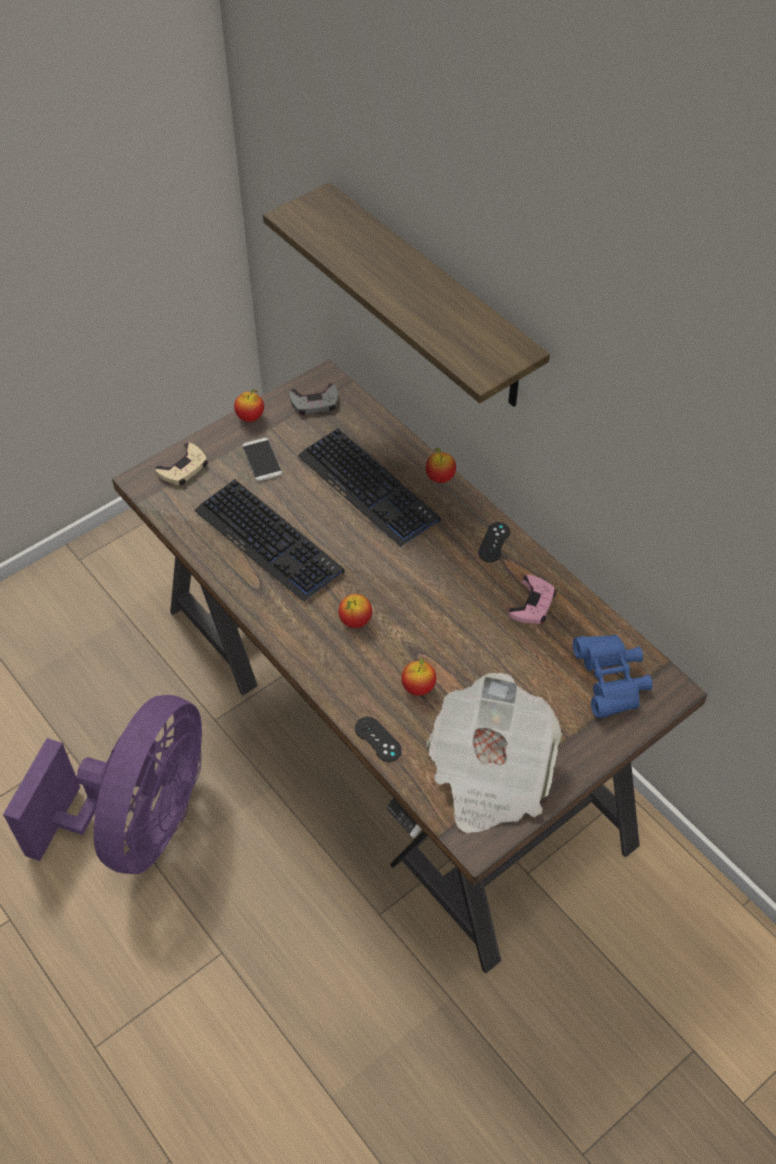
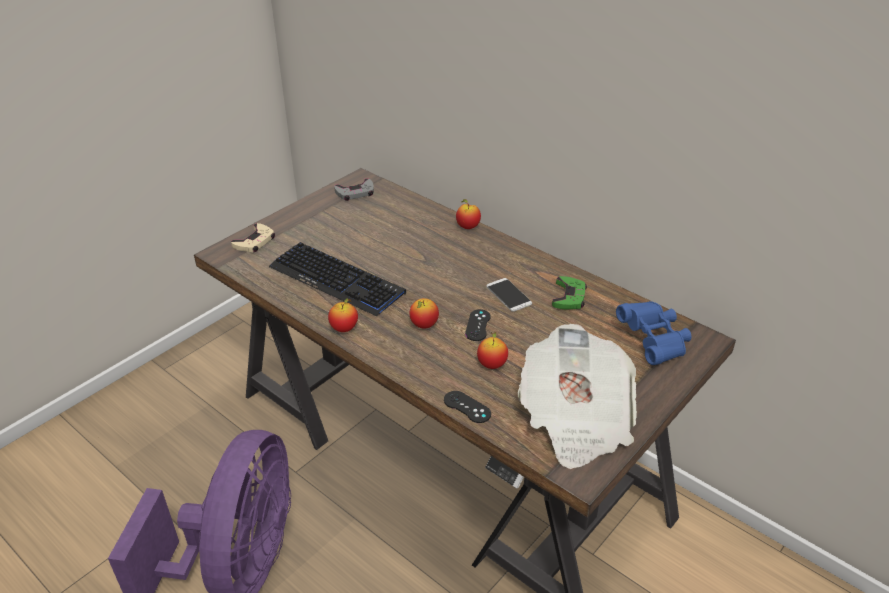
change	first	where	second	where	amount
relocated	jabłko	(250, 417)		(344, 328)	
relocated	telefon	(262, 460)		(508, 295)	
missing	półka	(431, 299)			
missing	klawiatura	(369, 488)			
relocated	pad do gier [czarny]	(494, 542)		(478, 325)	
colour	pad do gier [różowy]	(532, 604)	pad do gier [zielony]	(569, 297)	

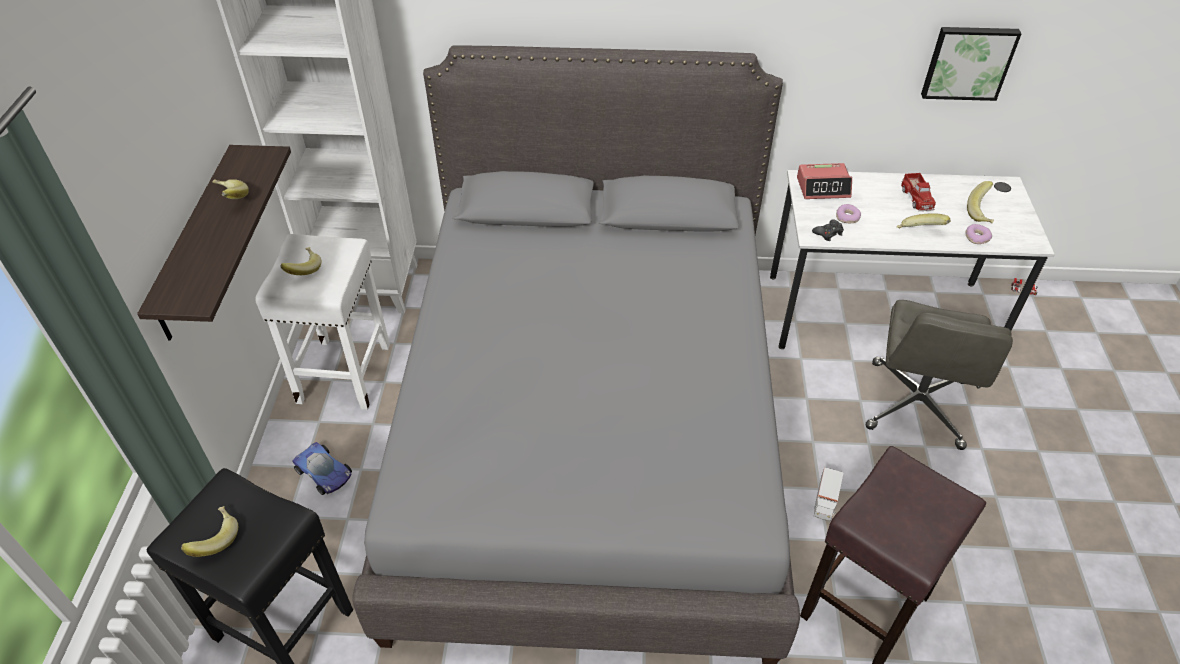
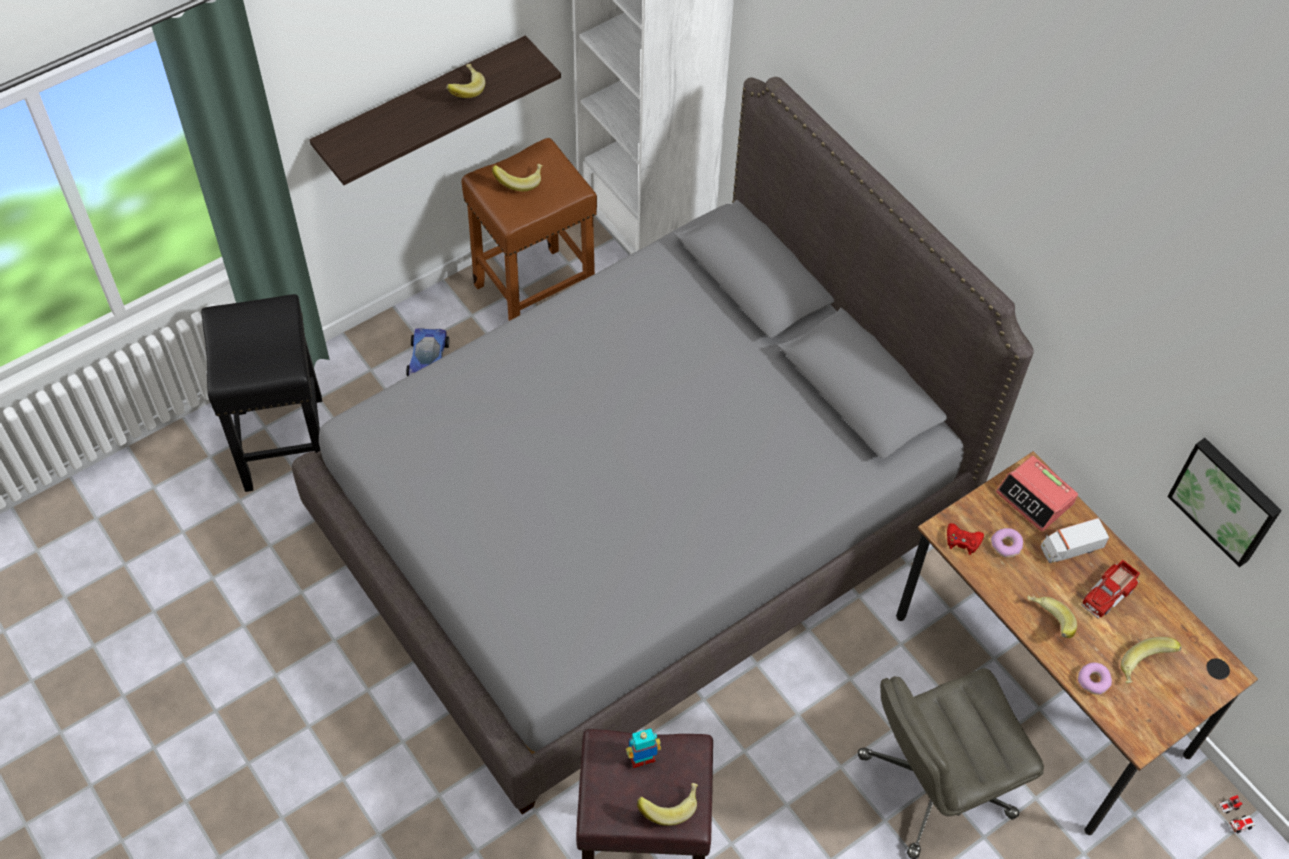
change	first	where	second	where	amount
relocated	banan	(214, 539)		(669, 805)	
colour	stołek [biały]	(344, 372)	stołek [brązowy]	(536, 290)	
colour	biurko [biały]	(879, 314)	biurko [brązowy]	(1040, 684)	
colour	pad do gier [czarny]	(828, 233)	pad do gier [czerwony]	(962, 541)	
relocated	ciężarówka zabawkowa	(825, 500)		(1070, 548)	
appeared			robot zabawkowy	(642, 759)	

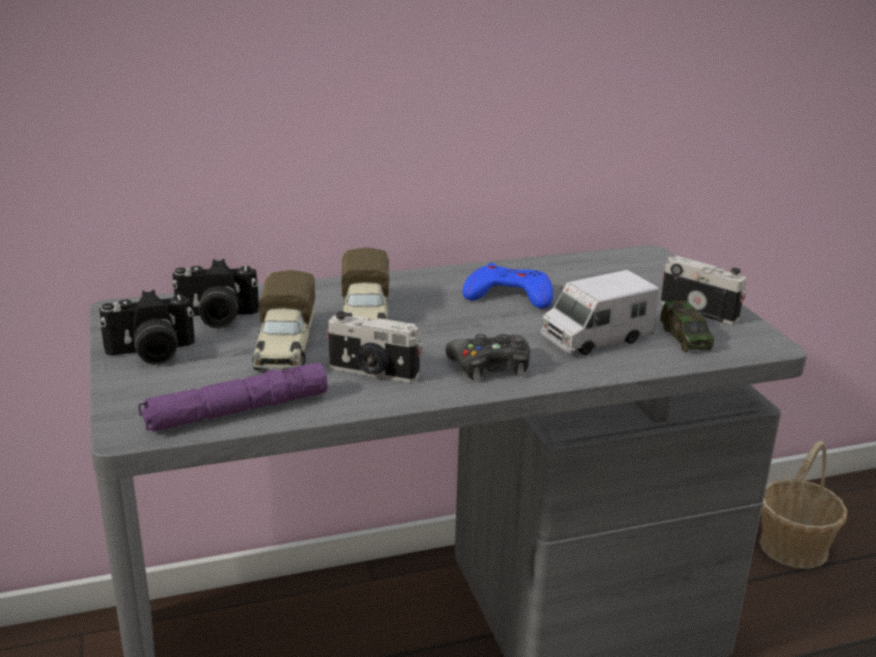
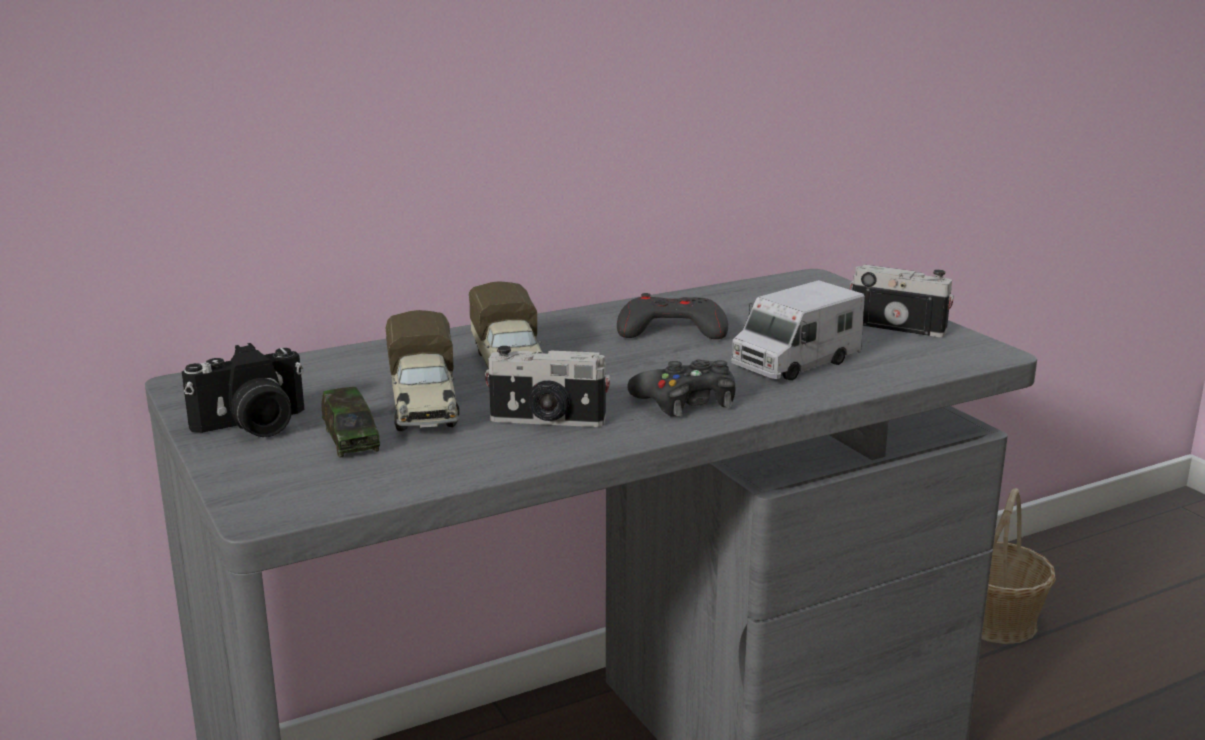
change	first	where	second	where	amount
missing	latarka [fioletowy]	(236, 411)			
missing	aparat fotograficzny	(216, 318)			
colour	pad do gier [niebieski]	(509, 295)	pad do gier [szary]	(671, 329)	
relocated	samochodzik	(685, 338)		(350, 438)	

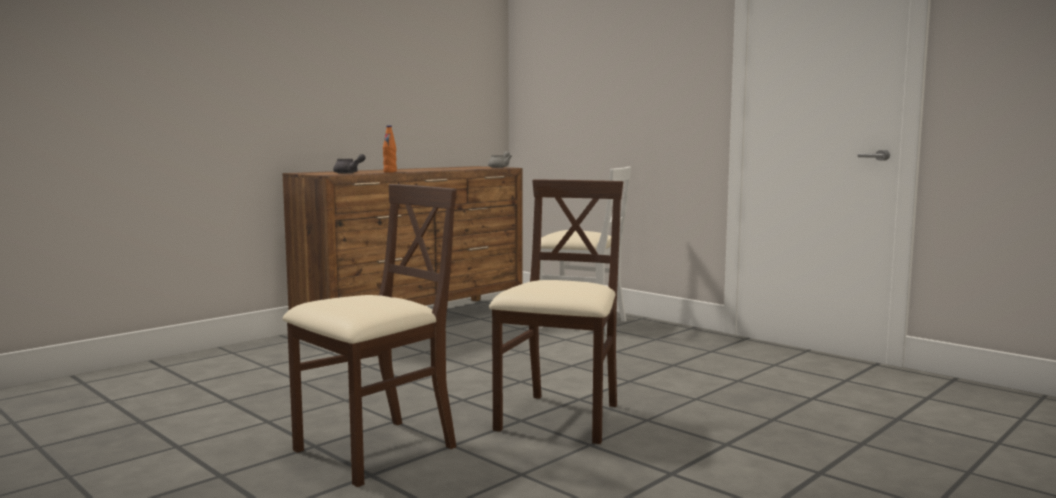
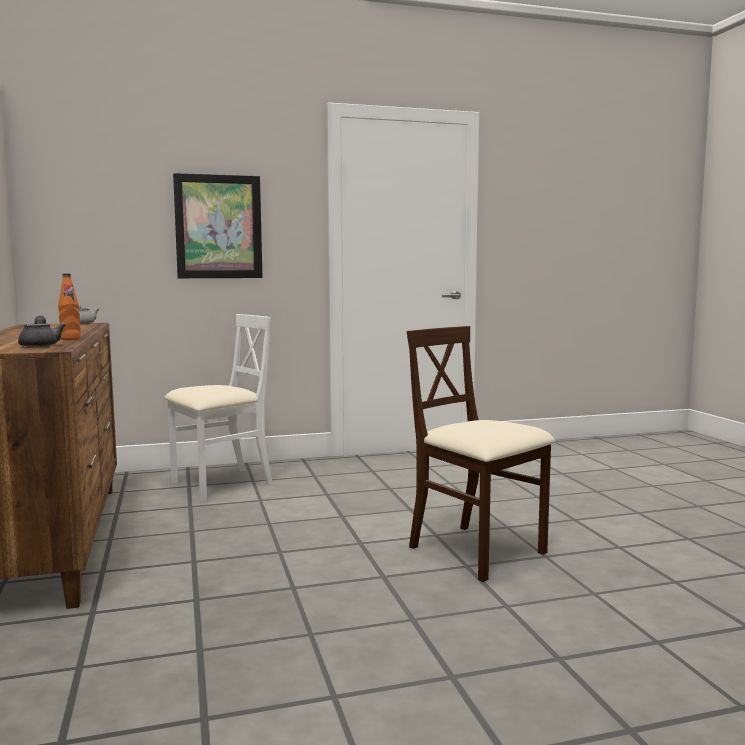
change	first	where	second	where	amount
missing	krzesło [beżowy]	(375, 450)			
appeared			obraz	(218, 227)	

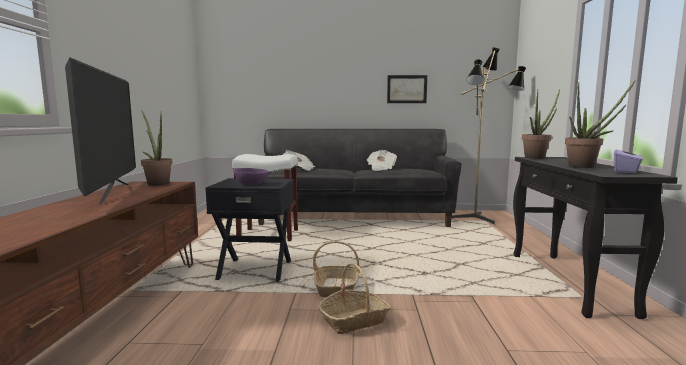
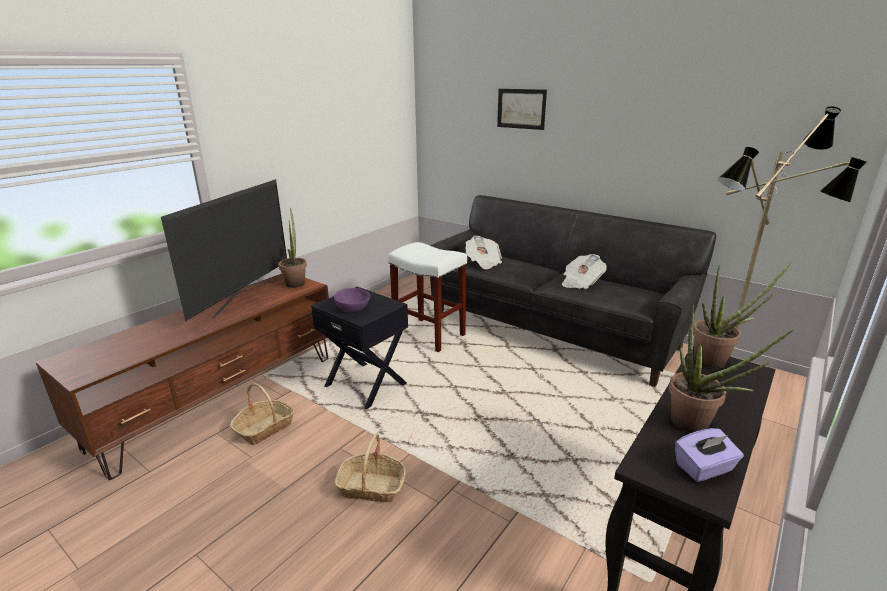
change	first	where	second	where	amount
relocated	koszyk	(337, 288)		(265, 428)	
relocated	obraz	(407, 89)		(521, 108)	

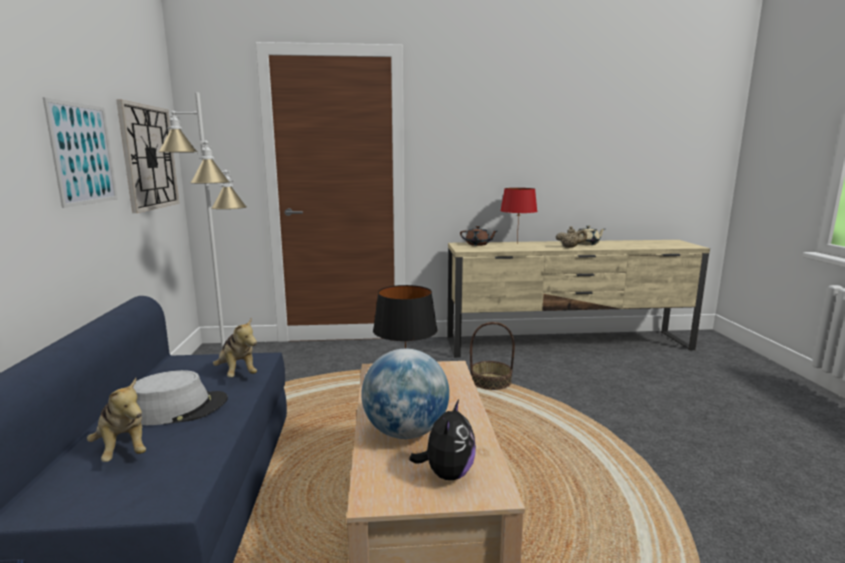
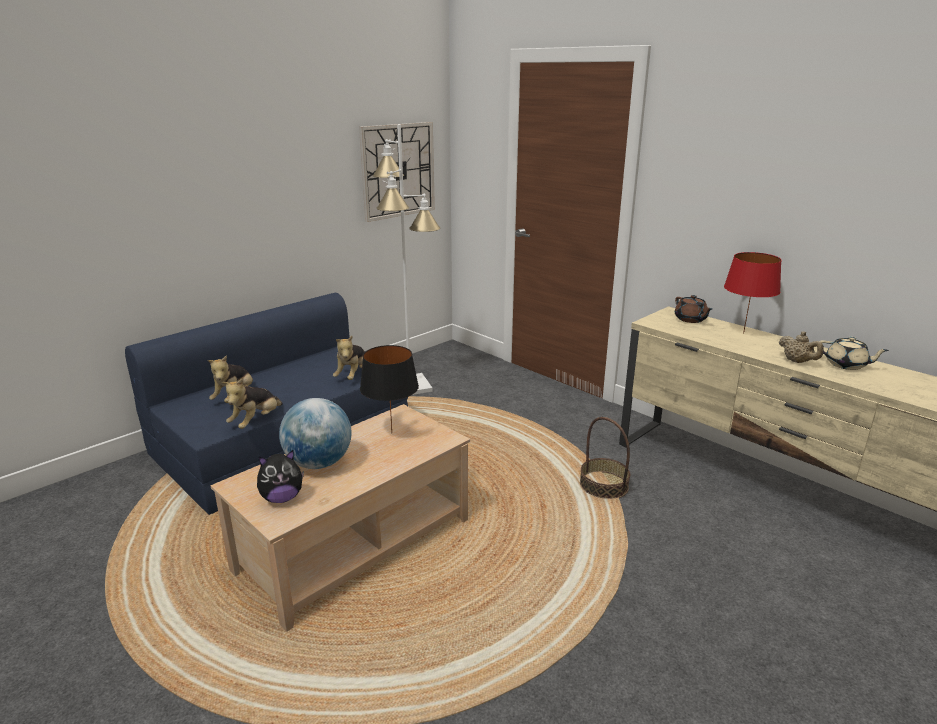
change	first	where	second	where	amount
missing	obraz	(83, 154)			
missing	kapelusz [szary]	(179, 408)			
appeared			pluszak	(256, 421)	

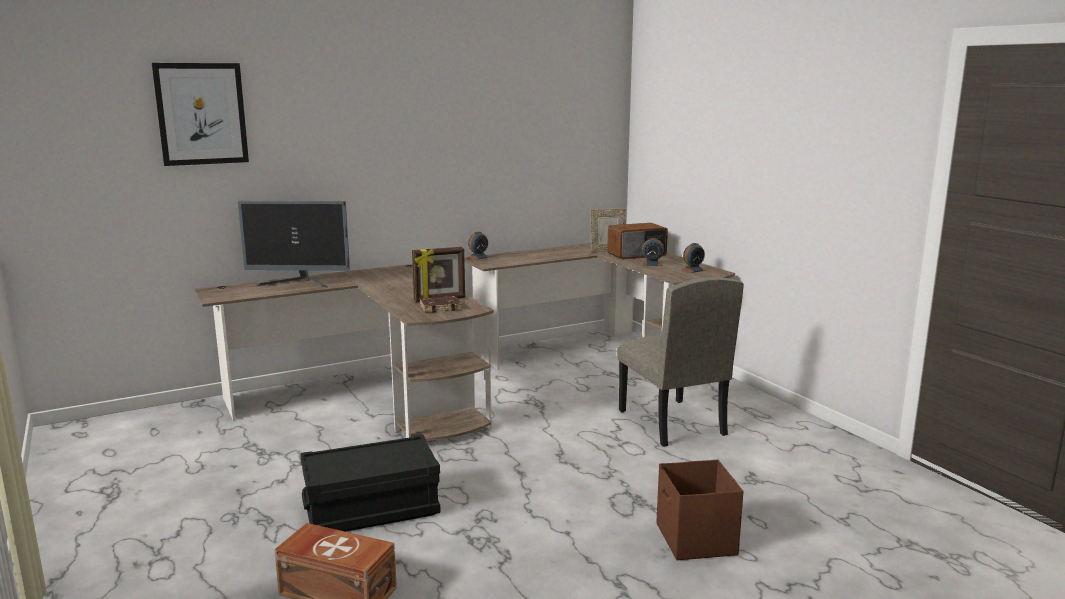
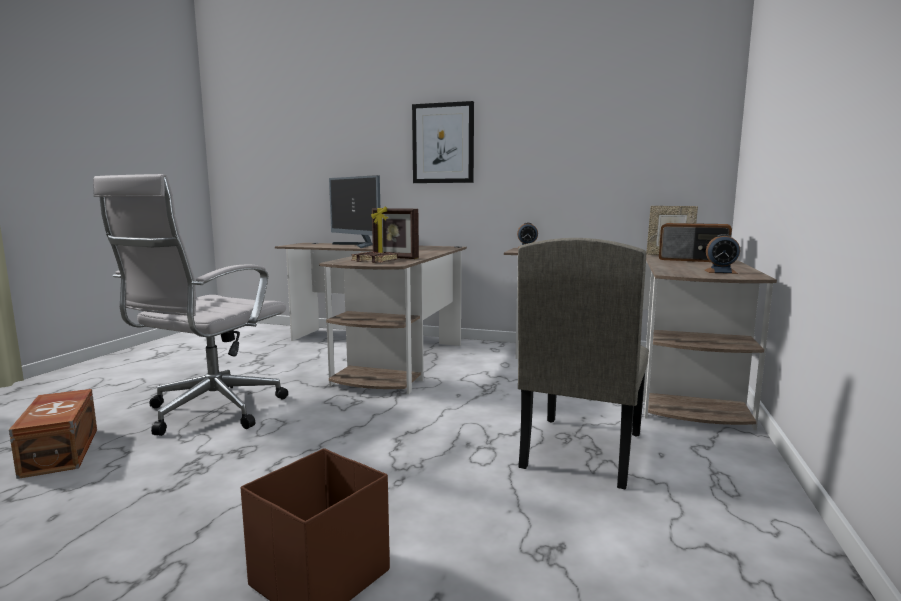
change	first	where	second	where	amount
relocated	obraz	(201, 114)		(443, 143)	
exchanged	pojemnik do przechowywania [czarny]	(371, 509)	krzesło biurowe [biały]	(210, 412)	
missing	budzik	(652, 264)			

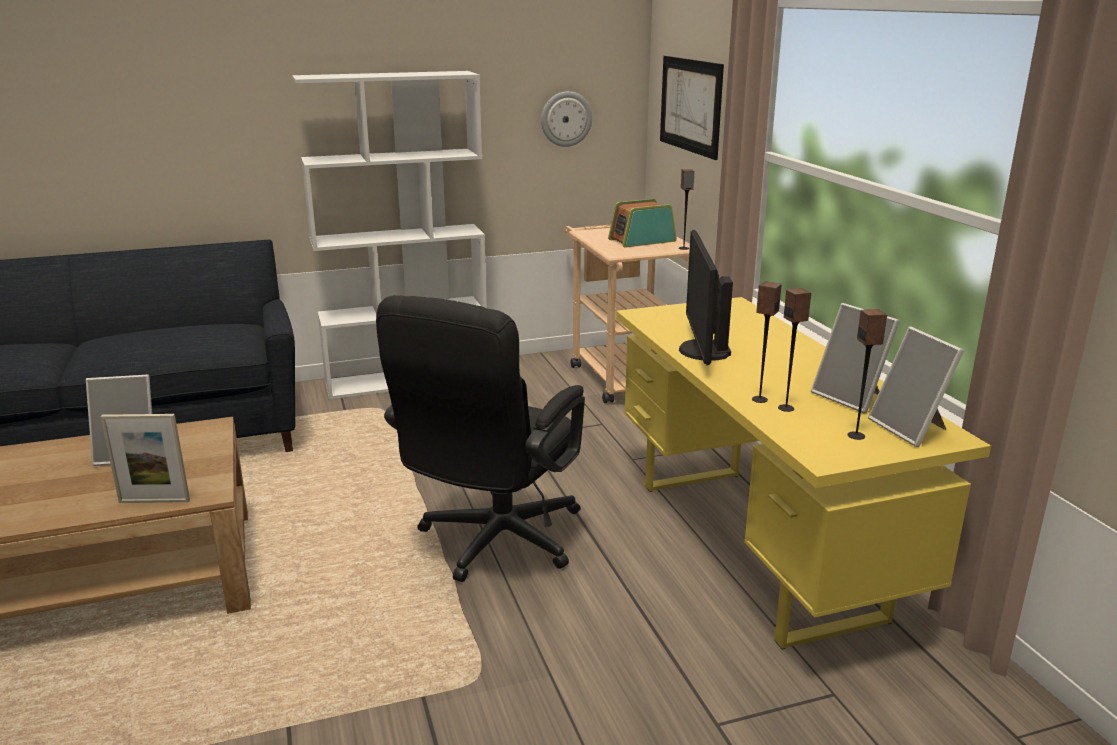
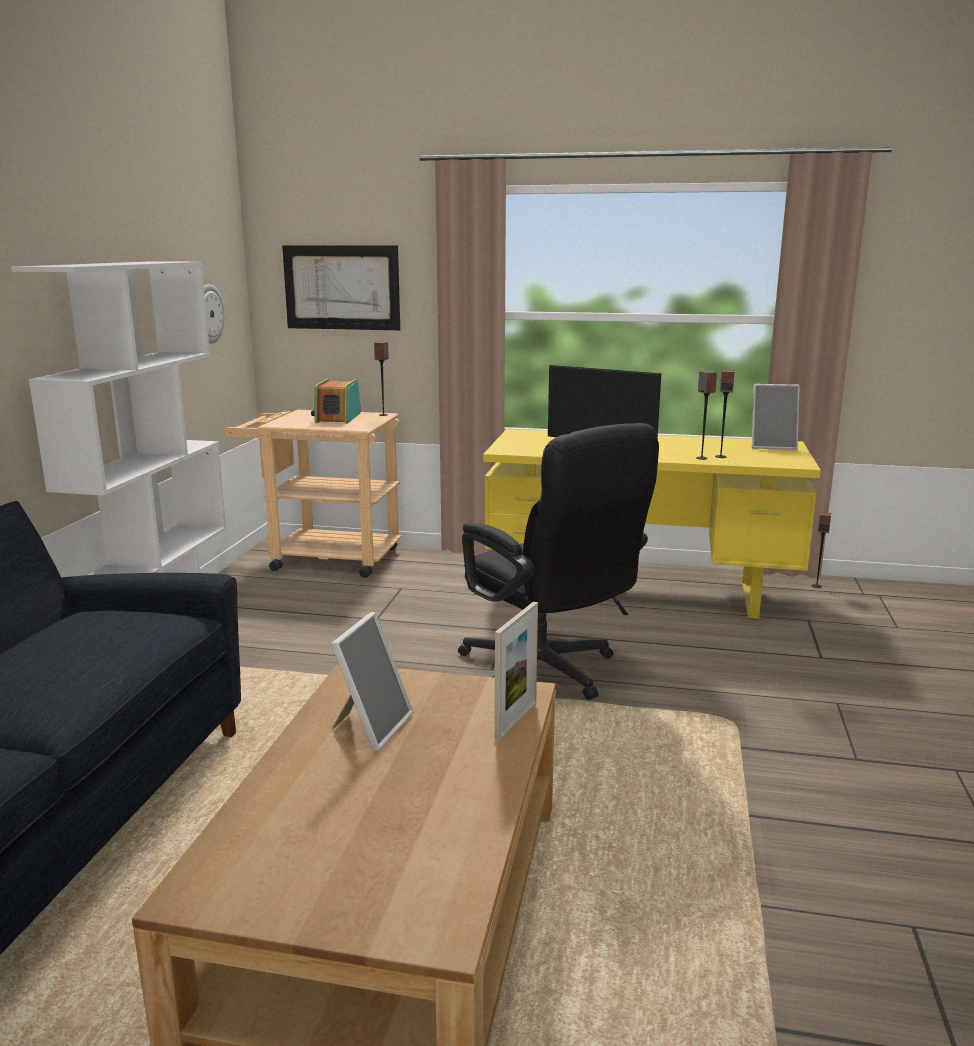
change	first	where	second	where	amount
missing	ramka na zdjęcie	(851, 398)			
relocated	głośnik	(856, 436)		(816, 586)	

